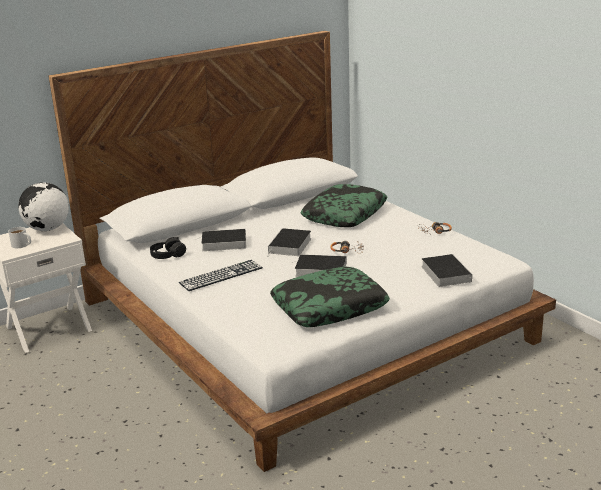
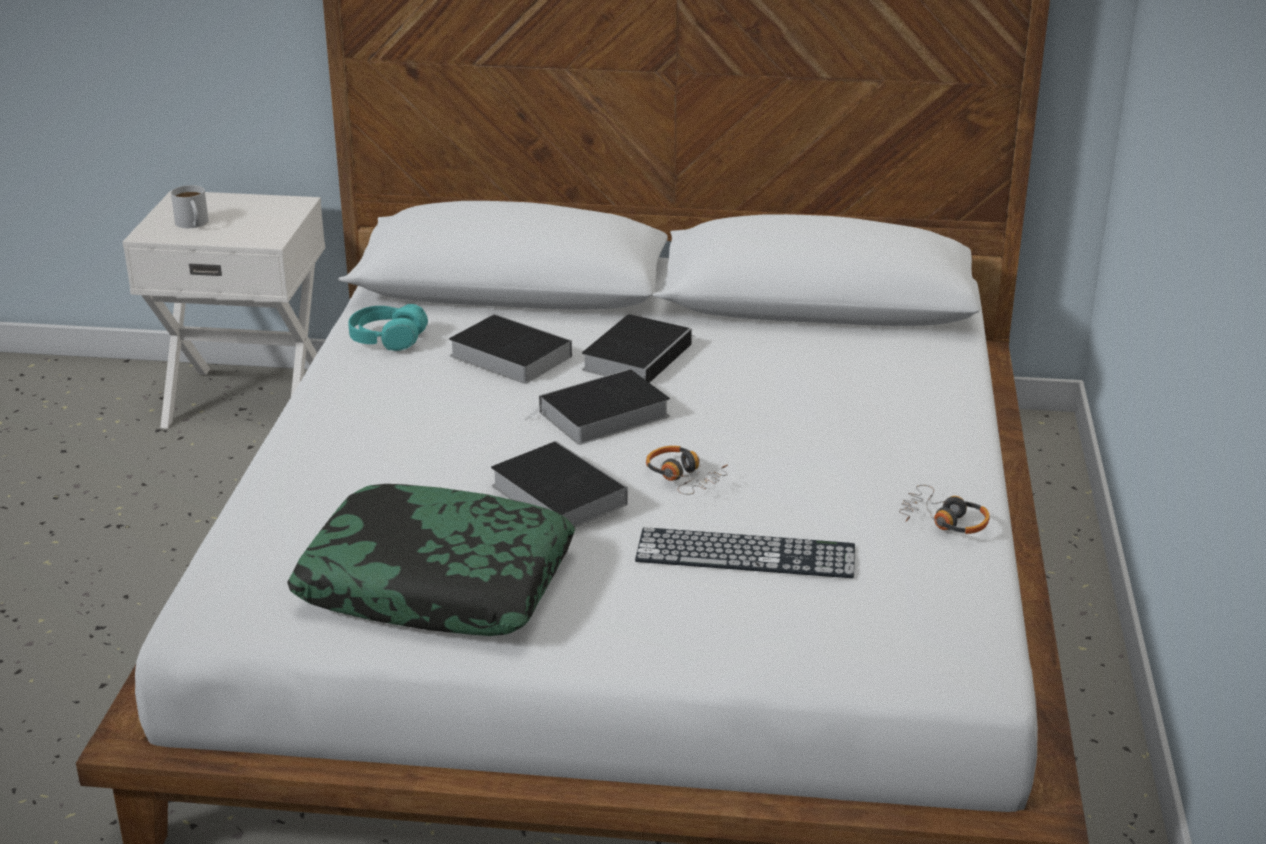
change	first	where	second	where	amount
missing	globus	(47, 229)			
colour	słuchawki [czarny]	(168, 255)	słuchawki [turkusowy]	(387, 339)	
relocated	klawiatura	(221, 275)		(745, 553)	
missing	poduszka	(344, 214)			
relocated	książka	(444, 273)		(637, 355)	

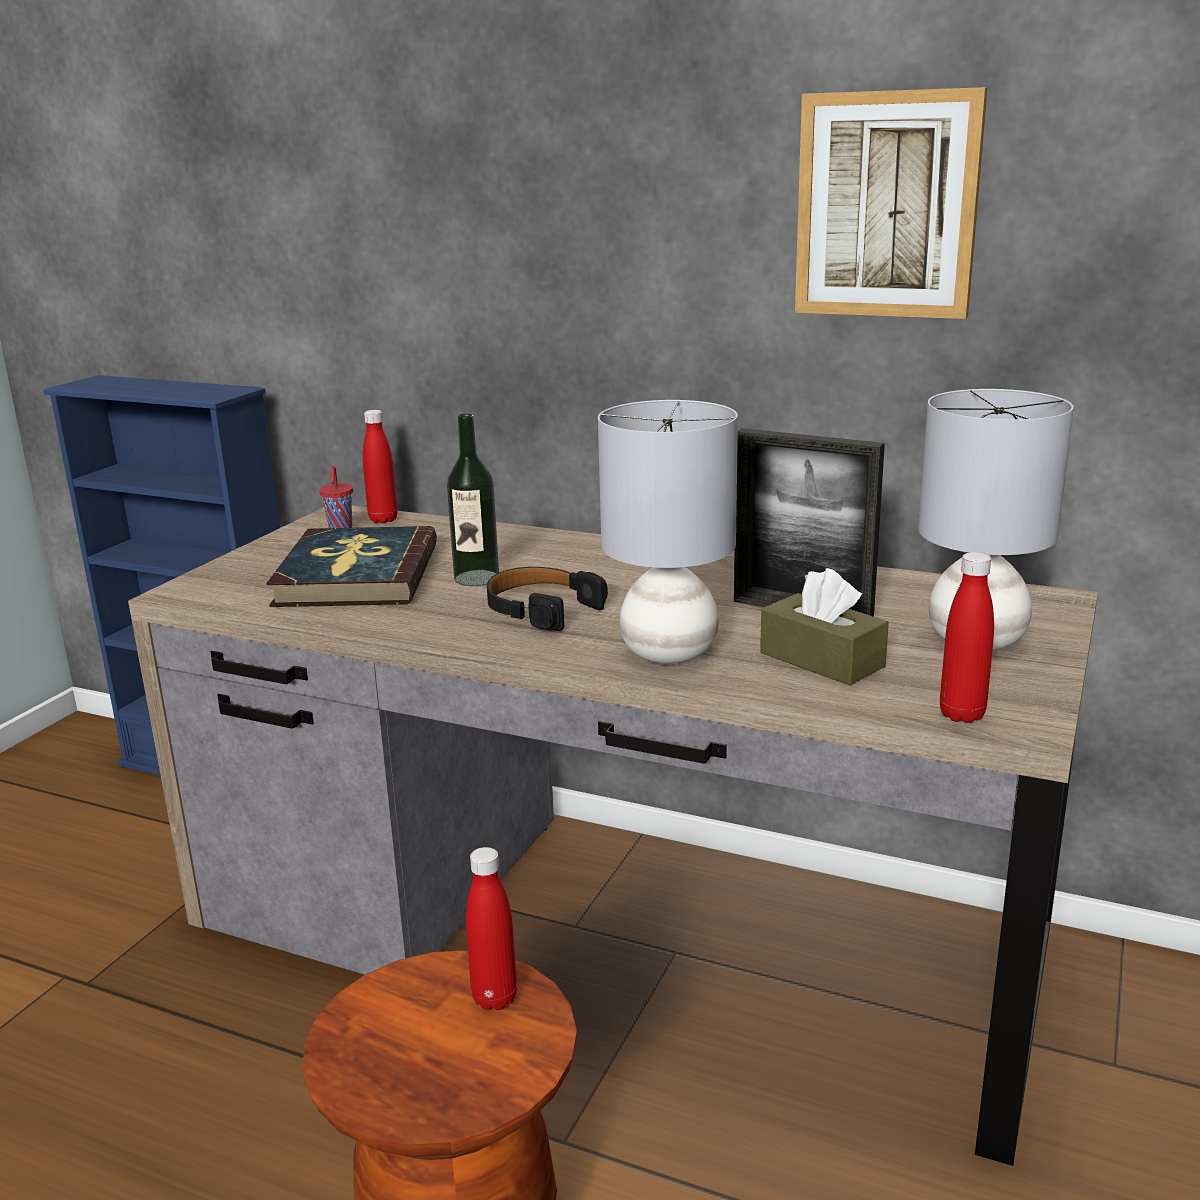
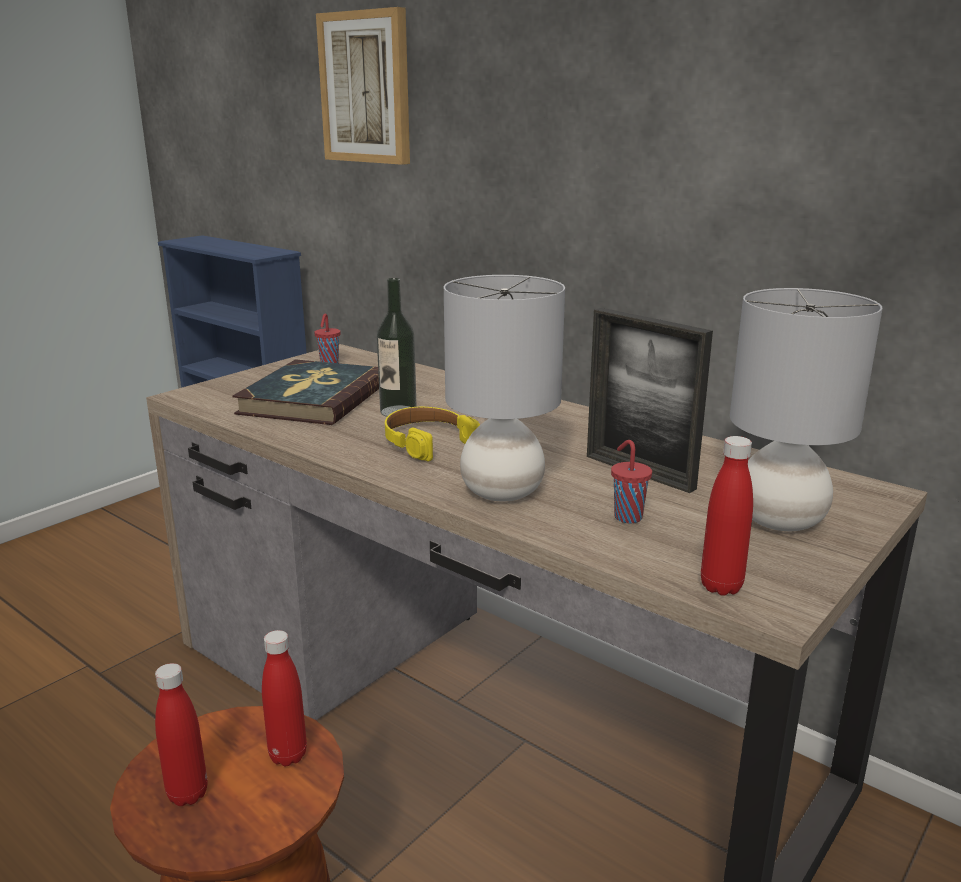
change	first	where	second	where	amount
relocated	butelka [czerwony]	(383, 519)		(188, 794)	
colour	słuchawki [czarny]	(541, 609)	słuchawki [żółty]	(428, 442)	
exchanged	pudełko chusteczek [brązowy]	(821, 660)	filiżanka [czerwony]	(627, 517)	
relocated	obraz	(887, 205)		(366, 88)	

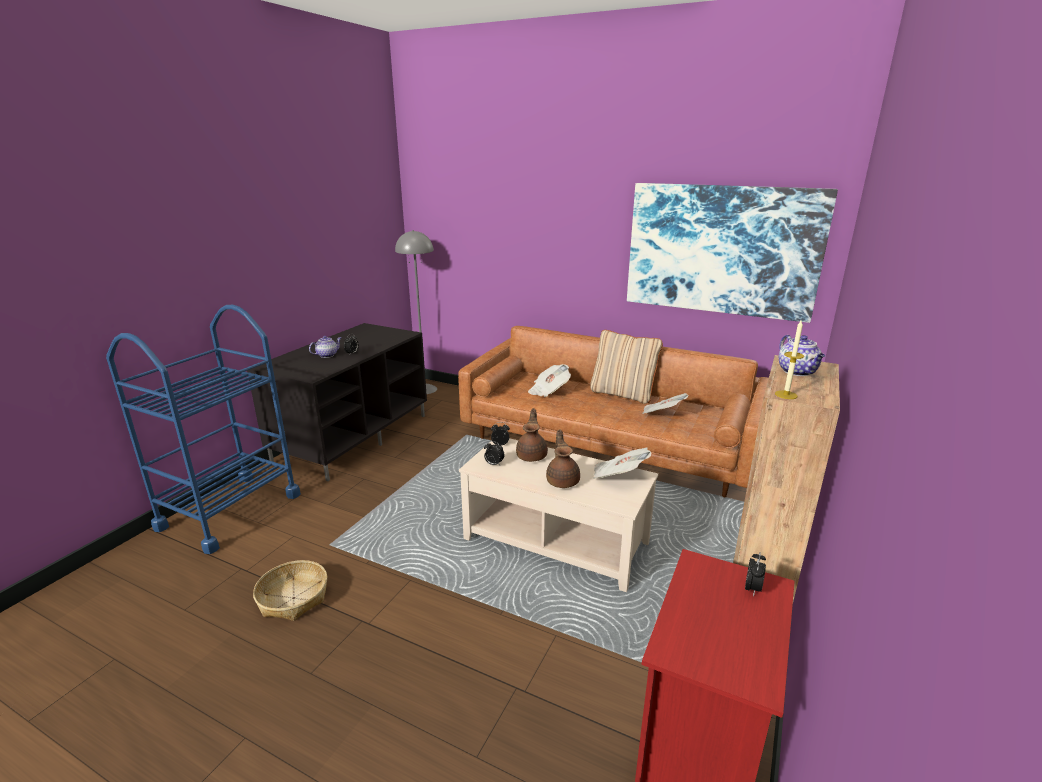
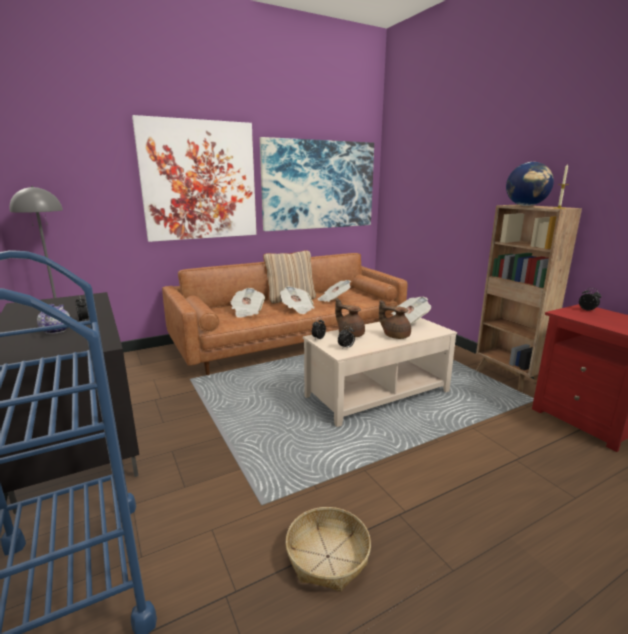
change	first	where	second	where	amount
exchanged	imbryk	(798, 372)	globus	(526, 206)	
appeared			obraz	(199, 181)	
appeared			gazeta	(297, 309)	

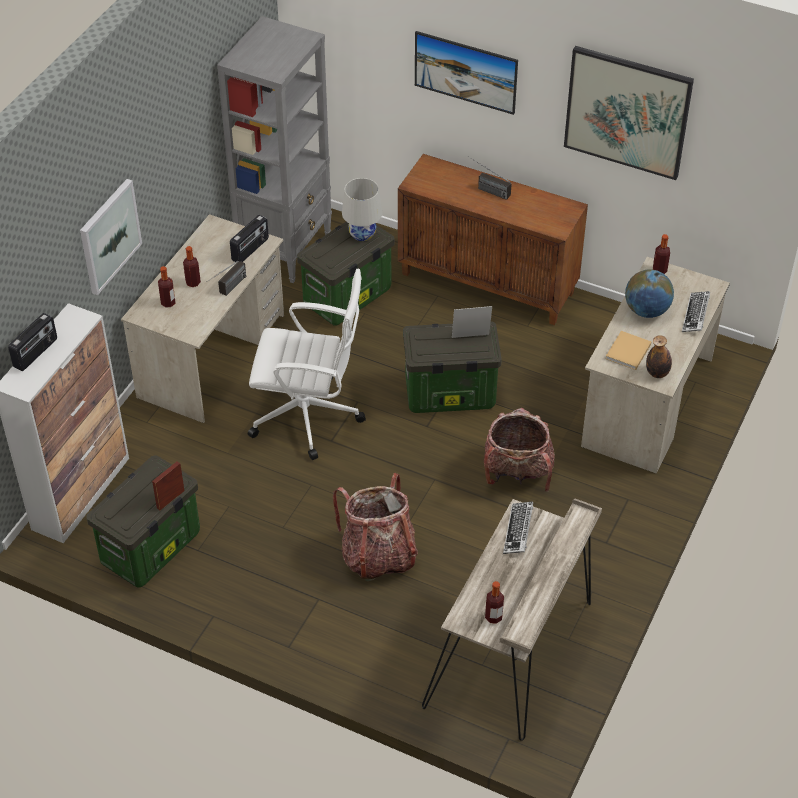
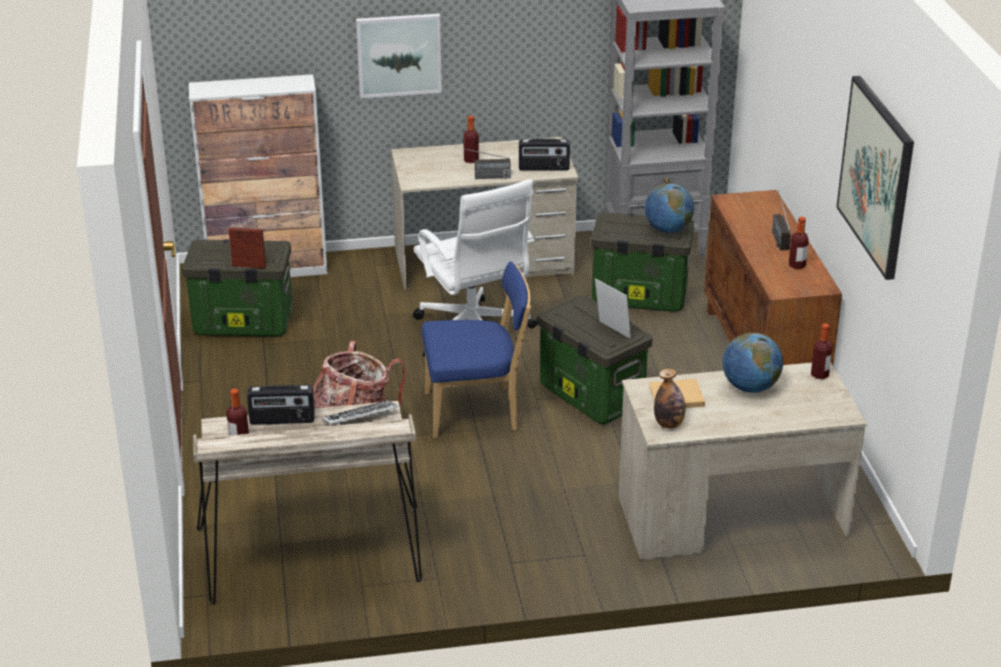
change	first	where	second	where	amount
relocated	radio	(36, 353)		(282, 420)	
relocated	butelka	(168, 303)		(797, 265)	
exchanged	lampa stołowa [biały]	(362, 234)	globus	(668, 229)	
missing	obraz	(465, 85)			
missing	plecak	(517, 473)			
missing	klawiatura	(695, 314)			
appeared			krzesło [niebieski]	(476, 412)	

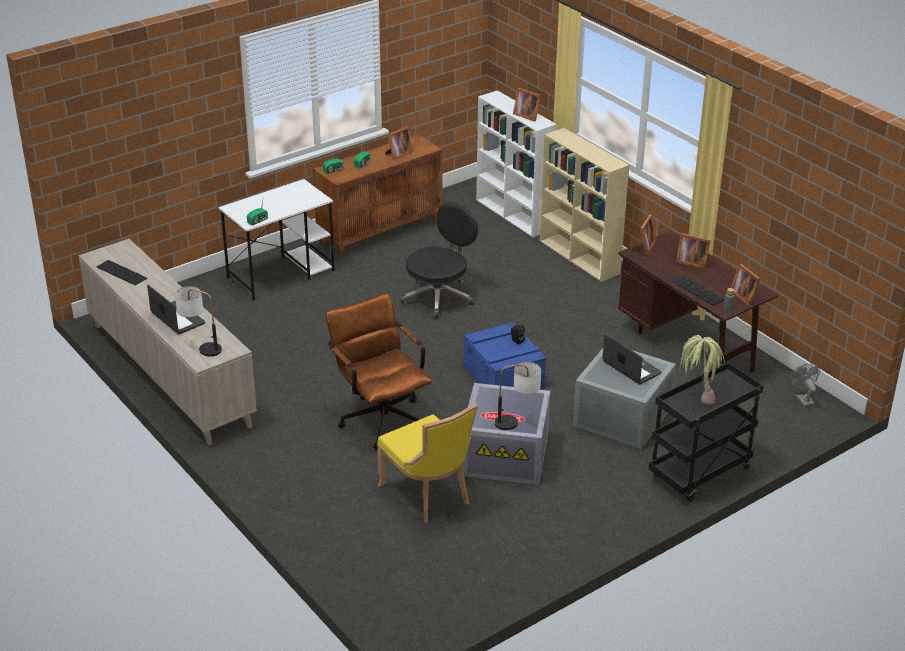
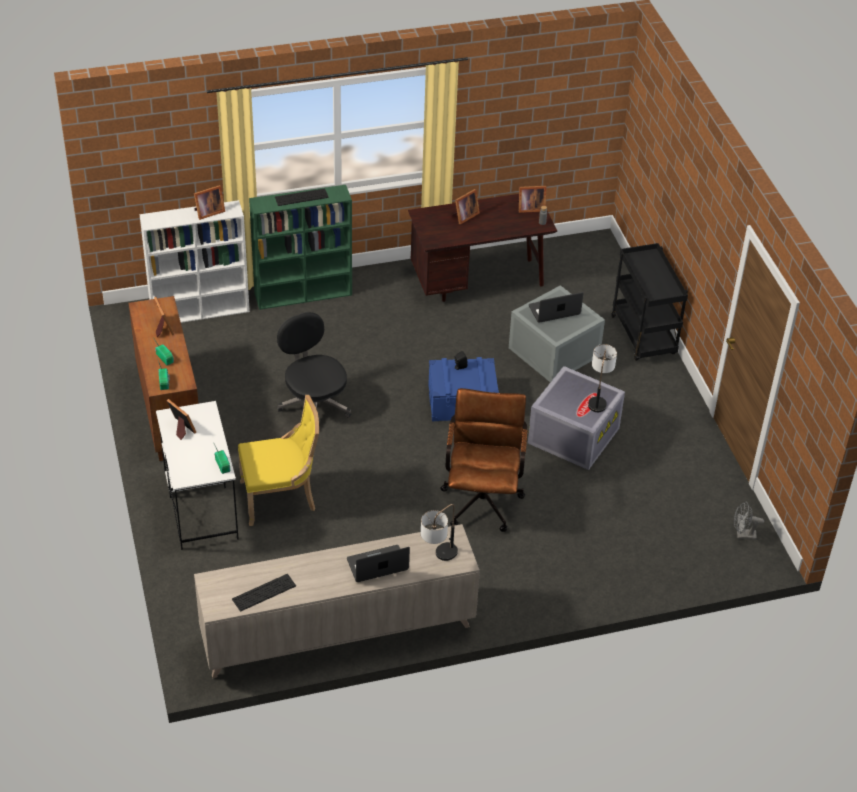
change	first	where	second	where	amount
spun	krzesło biurowe [brązowy]	(380, 416)		(482, 497)	105 degrees clockwise
relocated	krzesło [żółty]	(428, 495)		(281, 498)	
colour	regał [beżowy]	(580, 257)	regał [zielony]	(304, 294)	
relocated	ramka na zdjęcie	(644, 247)		(181, 429)	
relocated	klawiatura	(698, 290)		(301, 197)	
missing	roślina doniczkowa	(697, 394)			
relocated	wentylator [szary]	(802, 399)		(742, 535)	

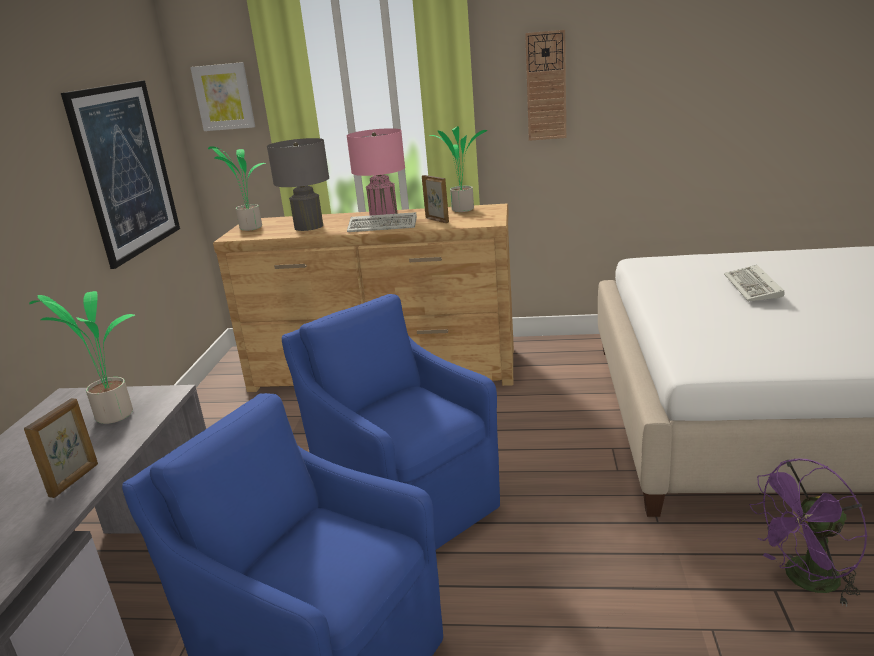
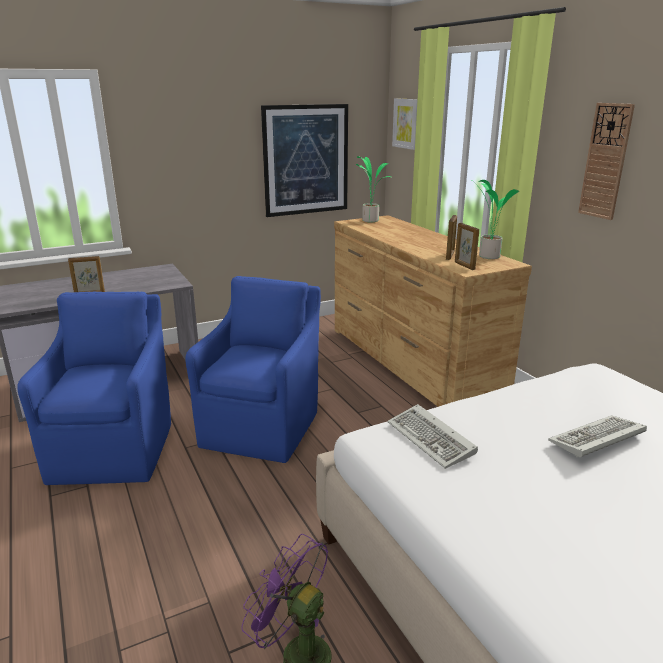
change	first	where	second	where	amount
missing	roślina doniczkowa	(113, 415)			
missing	lampa stołowa [szary]	(309, 226)			
missing	lampa stołowa [różowy]	(383, 214)			
relocated	klawiatura	(384, 226)		(432, 440)	
appeared			ramka na zdjęcie	(464, 266)	

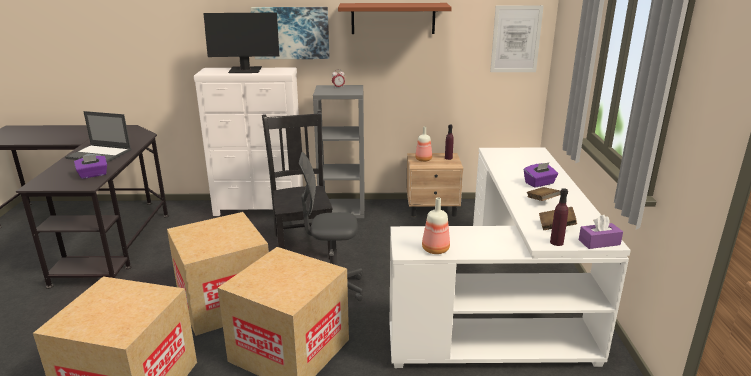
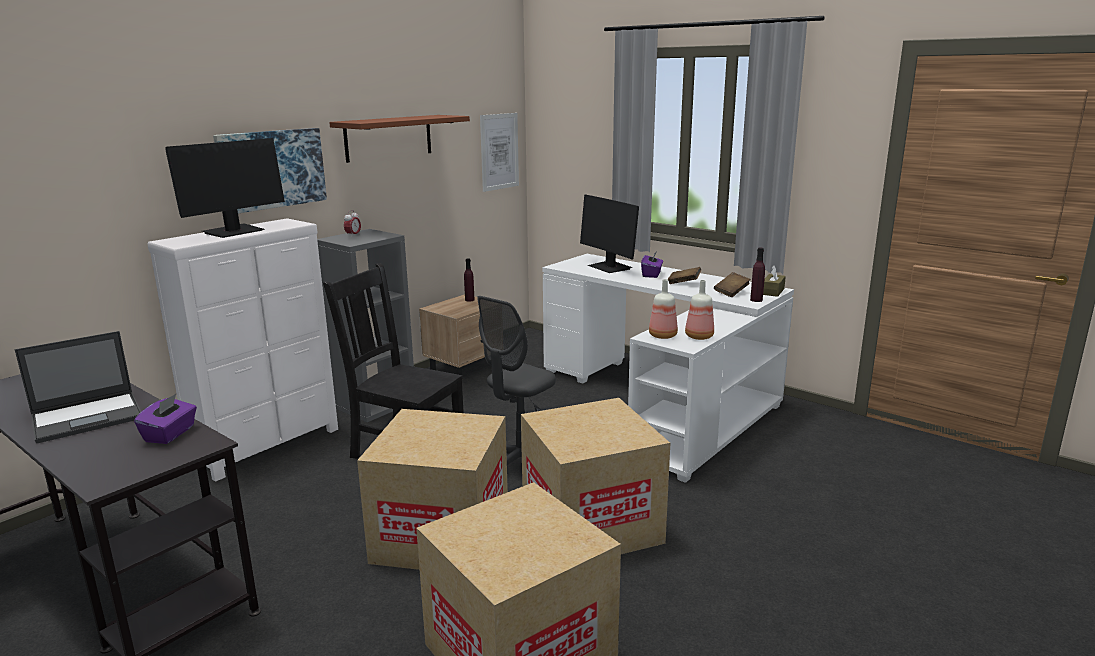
change	first	where	second	where	amount
relocated	butelka	(424, 159)		(662, 335)	
colour	pudełko chusteczek [fioletowy]	(599, 242)	pudełko chusteczek [brązowy]	(772, 291)	
appeared			monitor	(609, 268)	

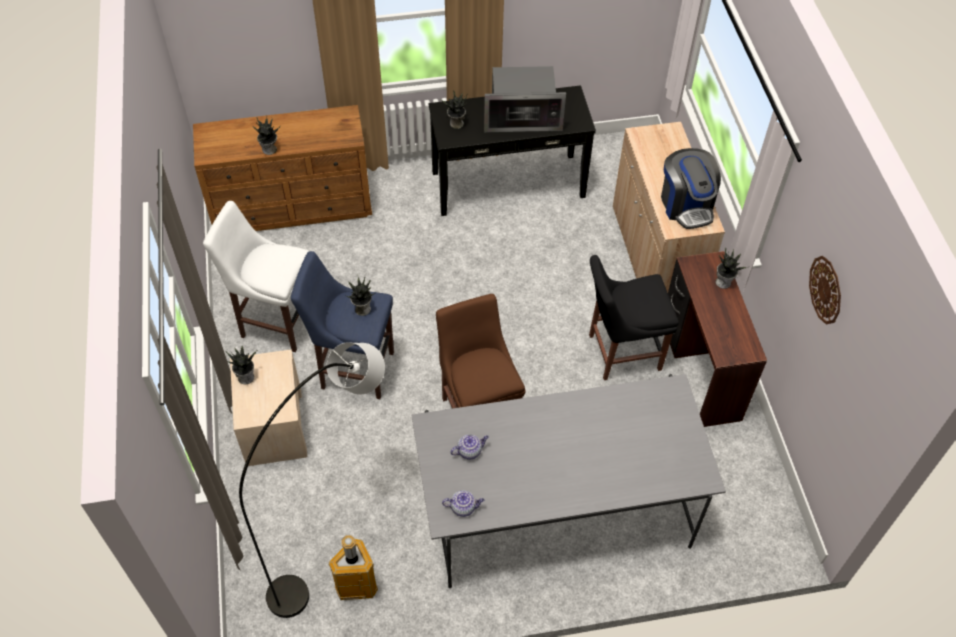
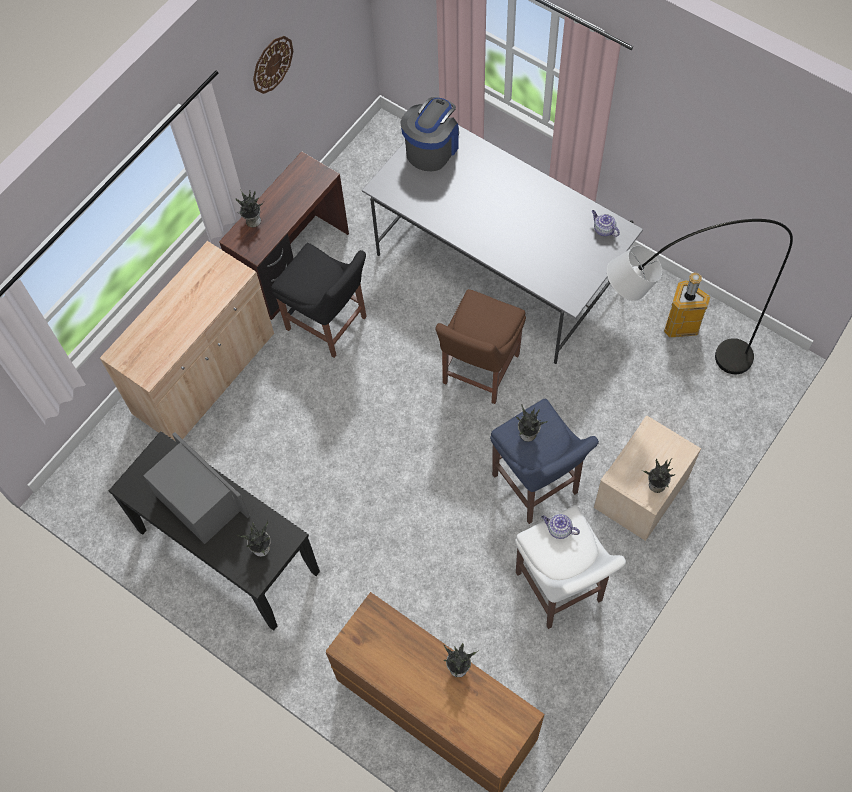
change	first	where	second	where	amount
relocated	imbryk	(469, 451)		(558, 529)	
relocated	ekspres do kawy	(686, 205)		(432, 148)	

